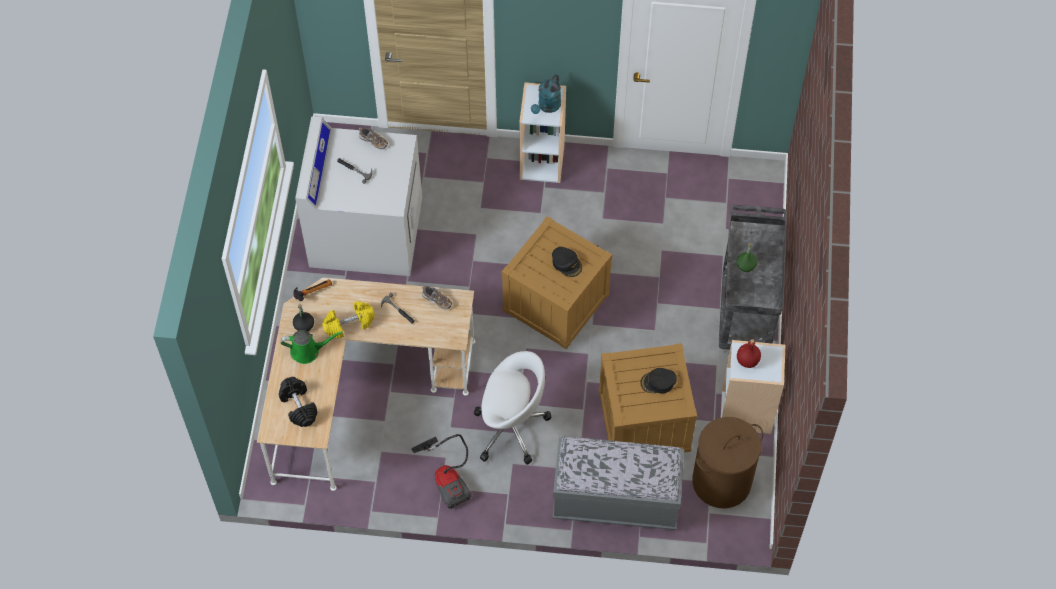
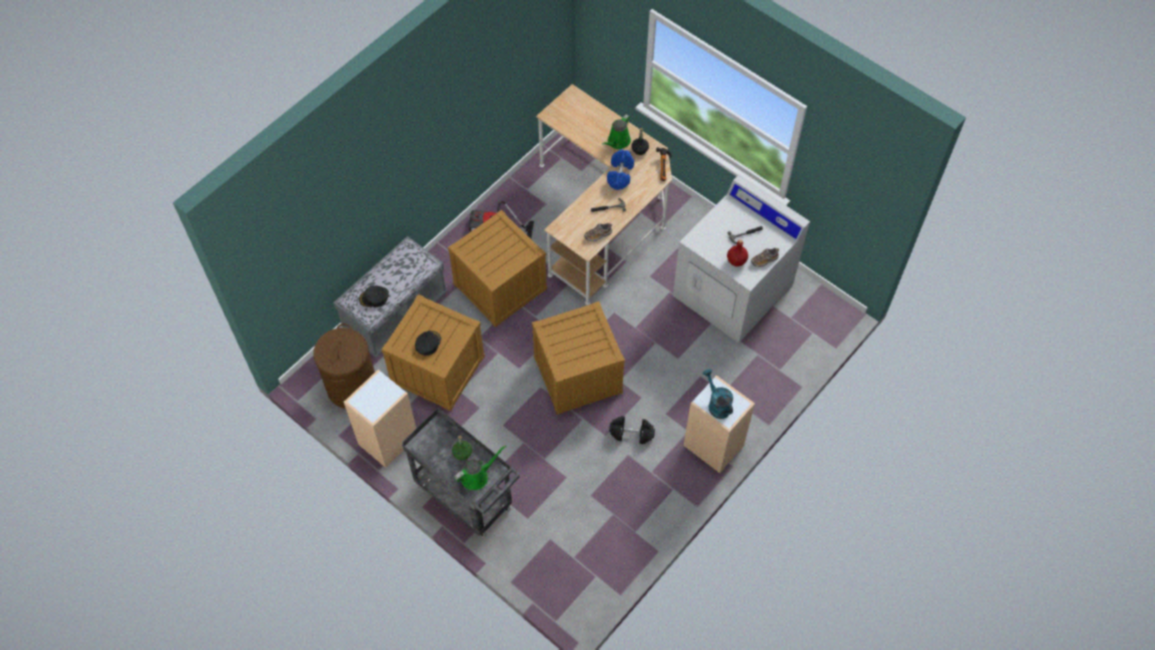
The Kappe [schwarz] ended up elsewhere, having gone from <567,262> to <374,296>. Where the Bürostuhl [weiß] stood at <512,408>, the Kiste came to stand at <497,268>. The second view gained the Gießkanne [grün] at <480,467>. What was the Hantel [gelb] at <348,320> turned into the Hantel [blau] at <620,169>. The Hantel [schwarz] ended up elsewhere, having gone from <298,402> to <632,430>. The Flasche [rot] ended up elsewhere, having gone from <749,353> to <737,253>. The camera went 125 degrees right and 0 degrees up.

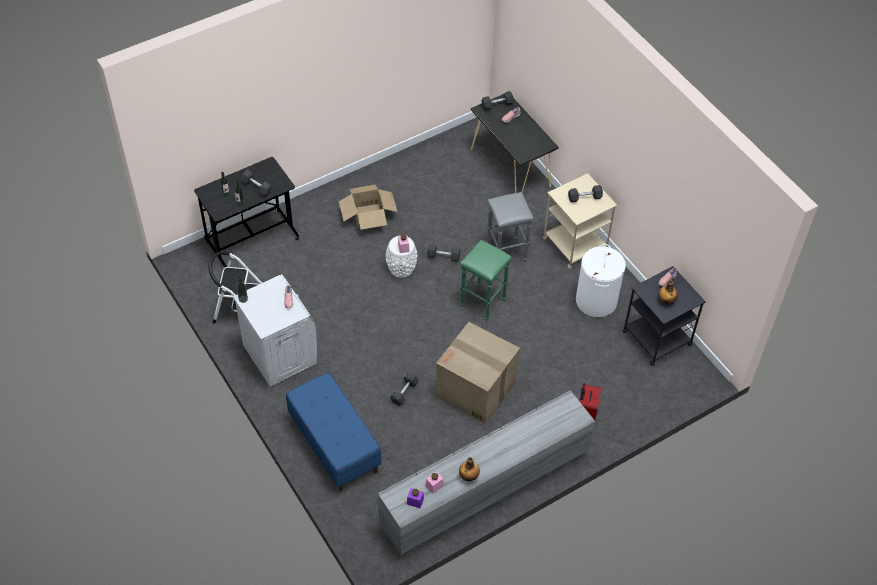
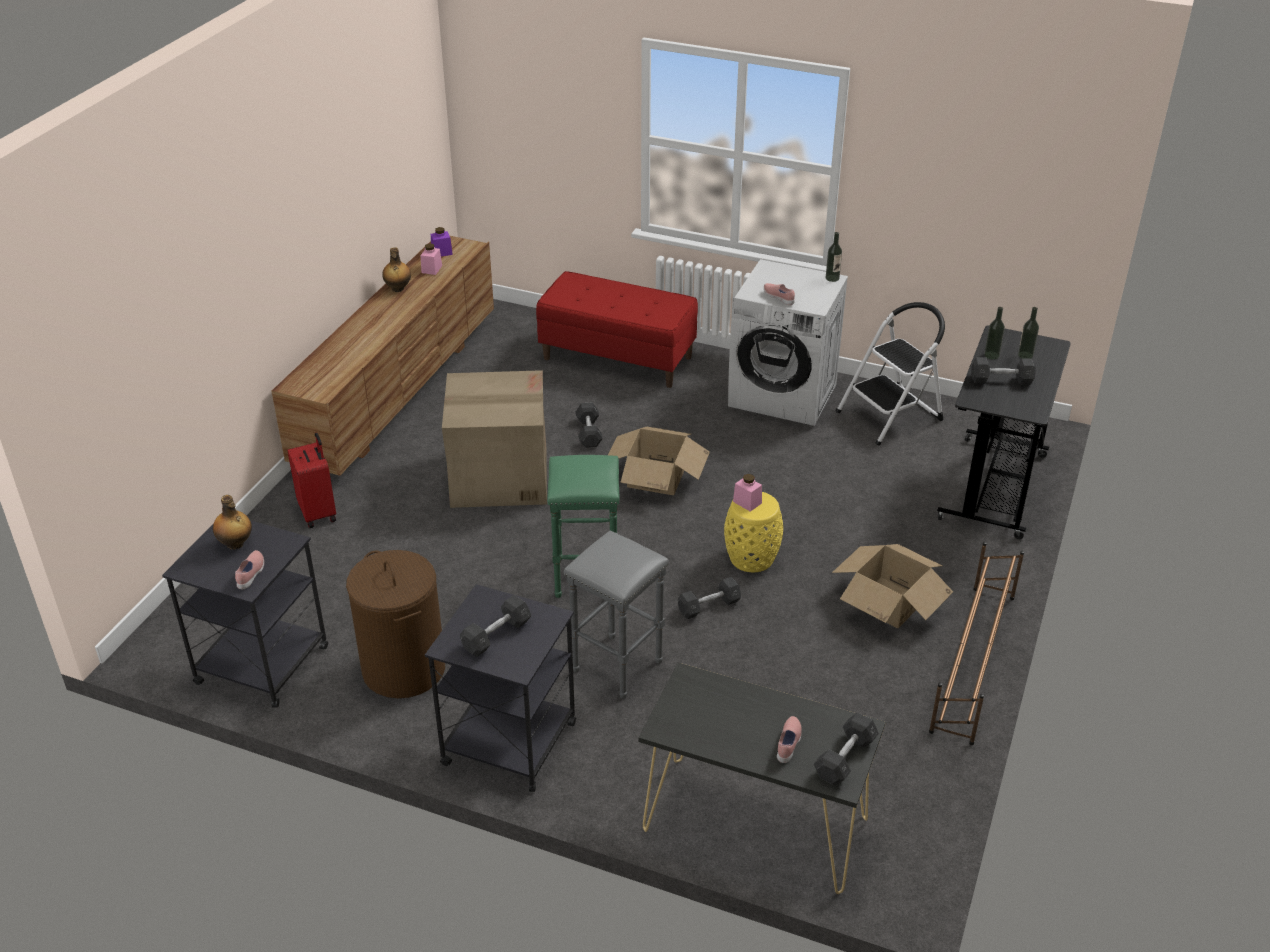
What was the Schrank [grau] at <486,472> turned into the Schrank [braun] at <382,356>. What was the Wäschekorb [weiß] at <601,280> turned into the Wäschekorb [braun] at <395,624>. What was the Rollwagen [beige] at <580,221> turned into the Rollwagen [schwarz] at <500,688>. What was the Bank [blau] at <333,432> turned into the Bank [rot] at <617,329>. The second view gained the Karton at <659,461>. What was the Hocker [weiß] at <401,257> turned into the Hocker [gelb] at <753,532>. The second view gained the Schuhregal [braun] at <976,643>. The camera went 145 degrees right and 15 degrees down.

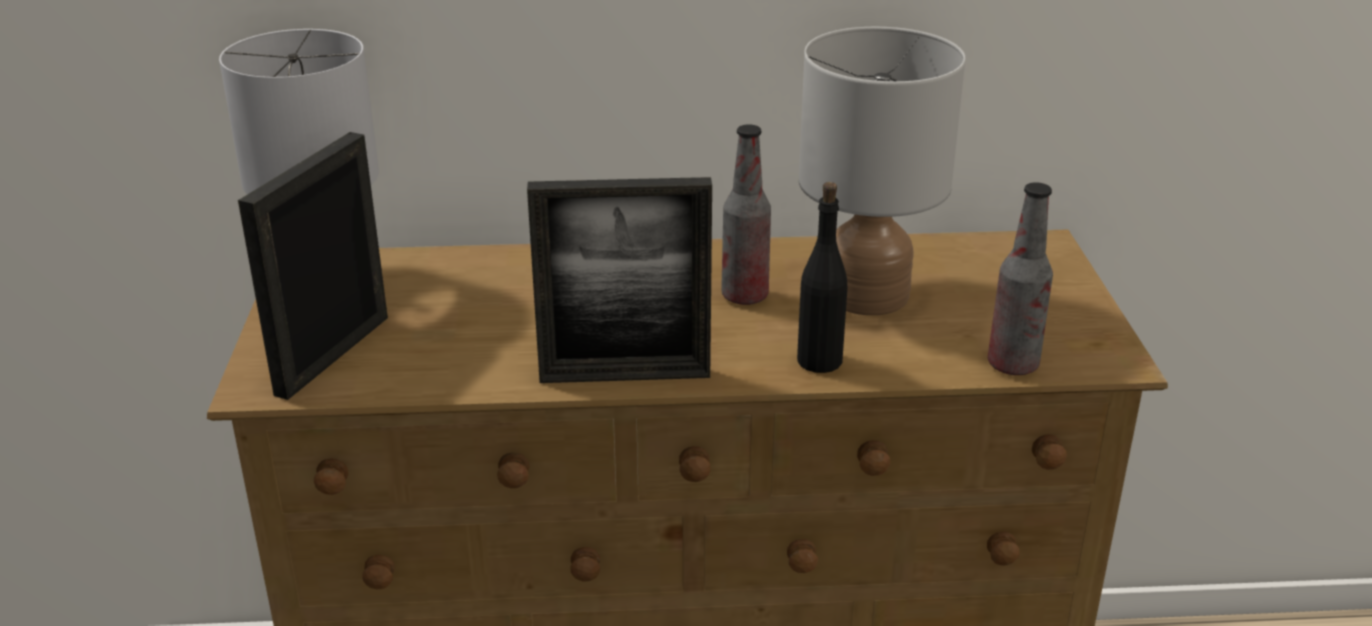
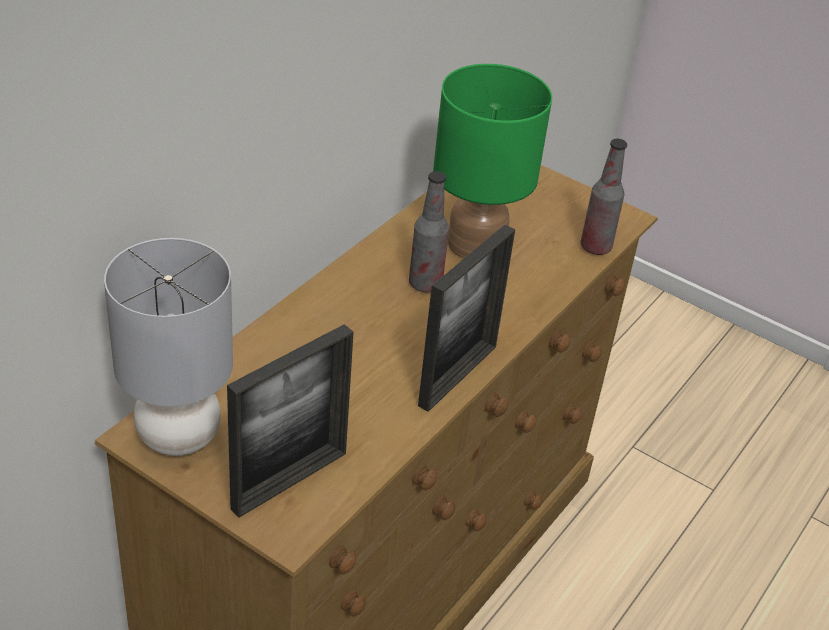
The Bilderrahmen at <313,266> ended up facing another way, 105 degrees counterclockwise from before. What was the Tischlampe [grau] at <882,171> turned into the Tischlampe [grün] at <492,161>. The second view lost the Flasche [schwarz] at <822,277>. The camera went 55 degrees left and 10 degrees up.

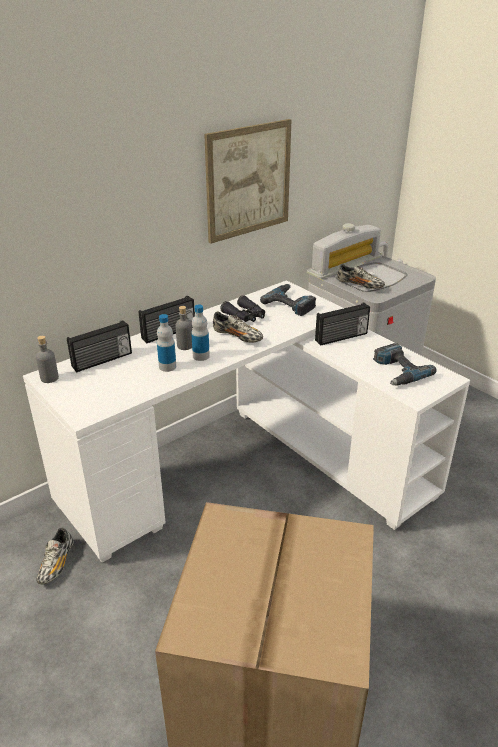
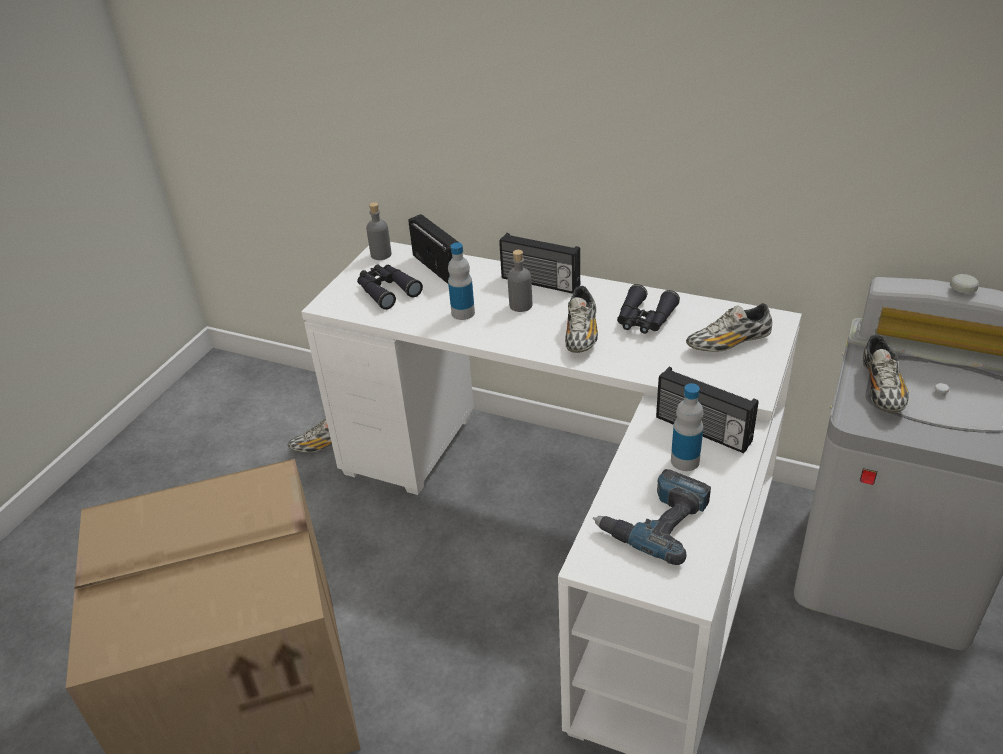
The second view gained the Fernglas [schwarz] at <390,287>. The Radio at <99,346> ended up facing another way, 150 degrees counterclockwise from before. The Flasche ended up elsewhere, having gone from <200,333> to <687,427>. Where the Bohrmaschine stood at <288,300>, the Schuh came to stand at <729,327>. The second view lost the Bild at <247,181>. The camera went 65 degrees right and 5 degrees up.

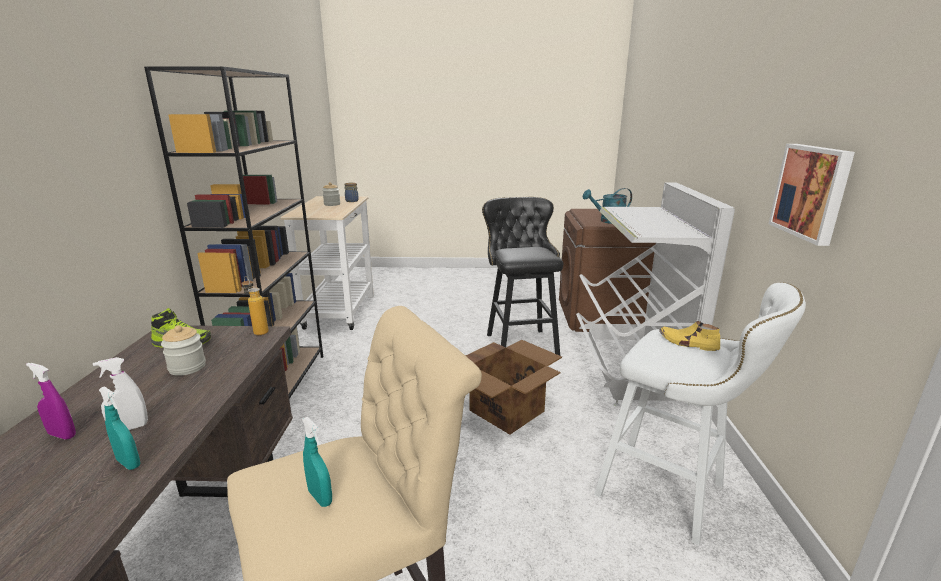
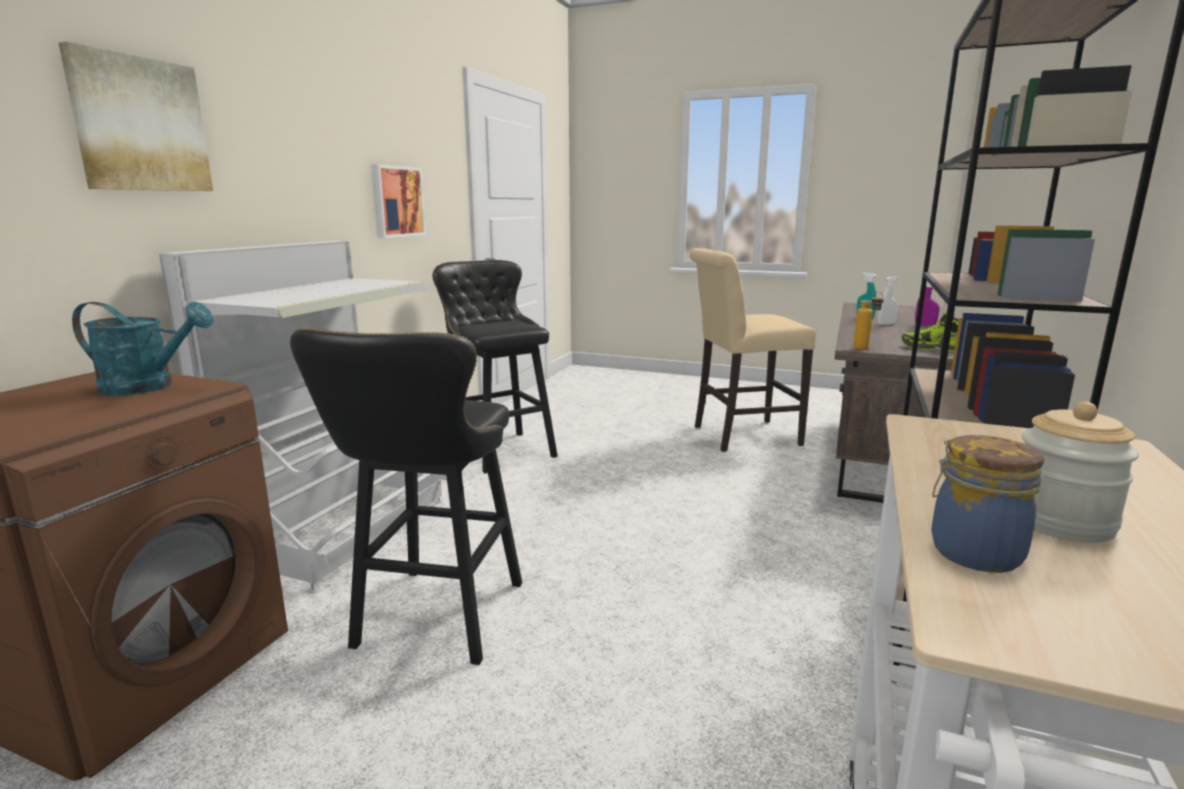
The second view gained the Bild at <136,116>. What was the Hocker [weiß] at <700,414> turned into the Hocker [schwarz] at <495,366>. The second view lost the Vorratsglas at <183,350>. The second view lost the Sprühflasche [türkis] at <317,462>. The second view lost the Karton at <514,387>. The second view lost the Schuh [gelb] at <689,336>. The camera went 160 degrees left and 5 degrees down.

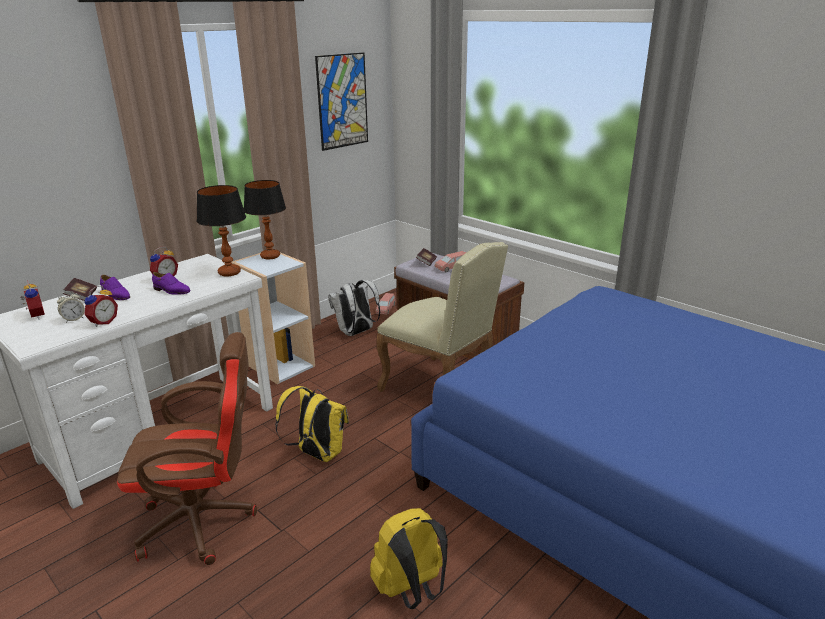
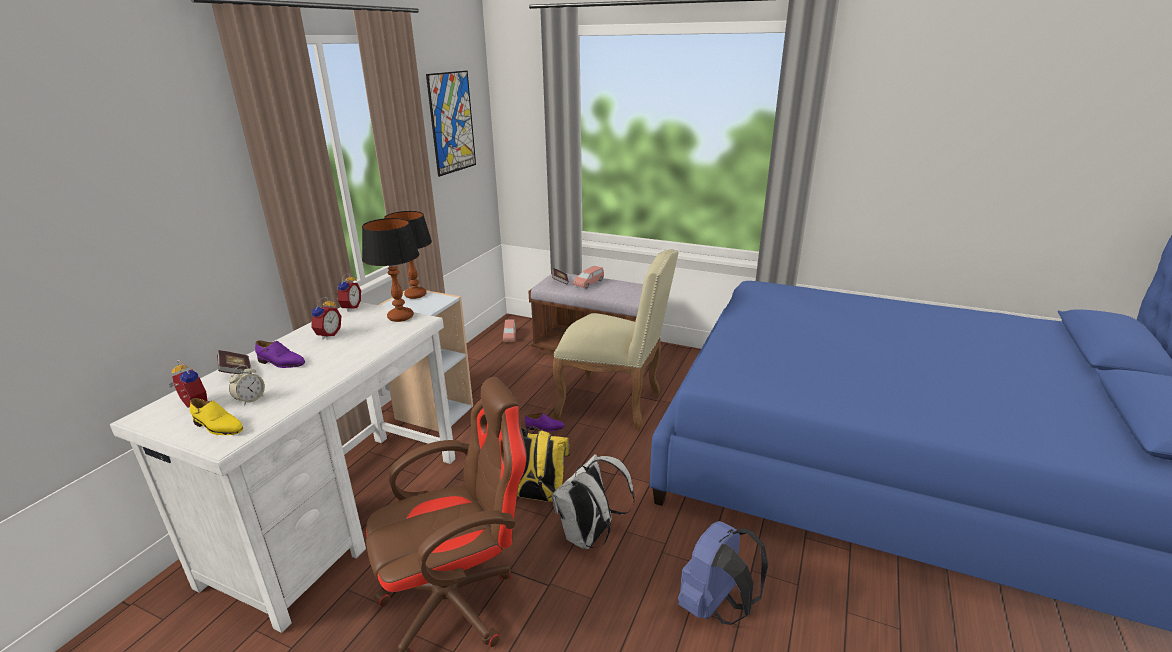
The second view gained the Schuh [gelb] at <216,416>. The Wecker ended up elsewhere, having gone from <101,306> to <349,292>. The Schuh [lila] ended up elsewhere, having gone from <171,283> to <545,422>. The Rucksack [weiß] ended up elsewhere, having gone from <354,308> to <593,501>. What was the Rucksack [gelb] at <409,558> turned into the Rucksack [blau] at <723,573>. The camera went 20 degrees left and 0 degrees up.

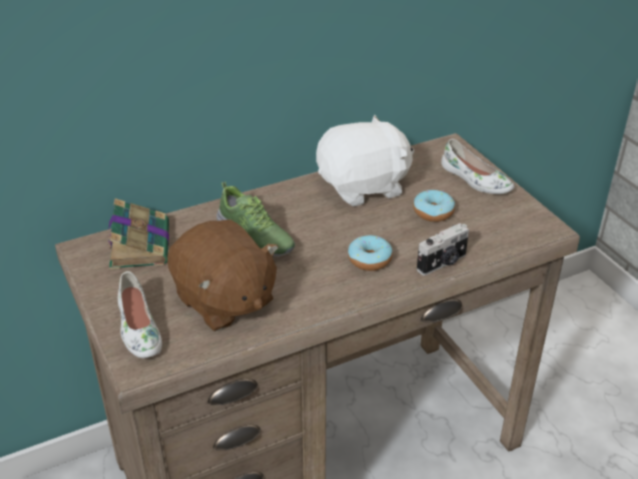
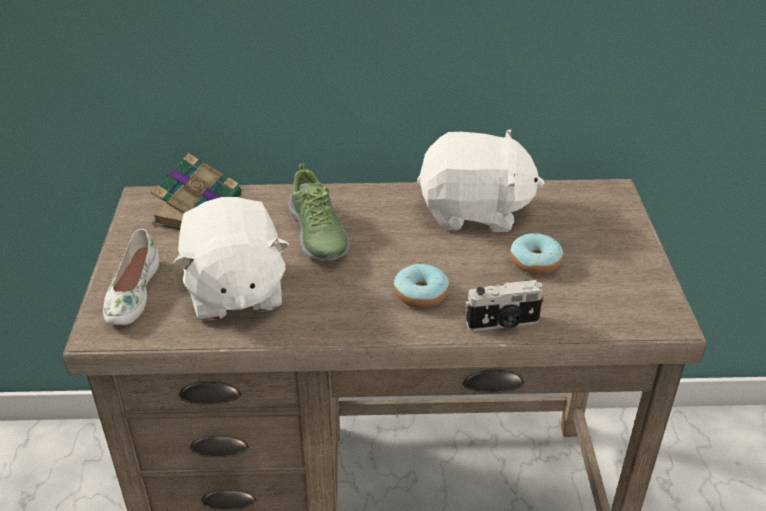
What was the Plüschtier [braun] at <223,275> turned into the Plüschtier [weiß] at <231,259>. The second view lost the Schuh [weiß] at <477,166>. The camera went 25 degrees right and 0 degrees up.

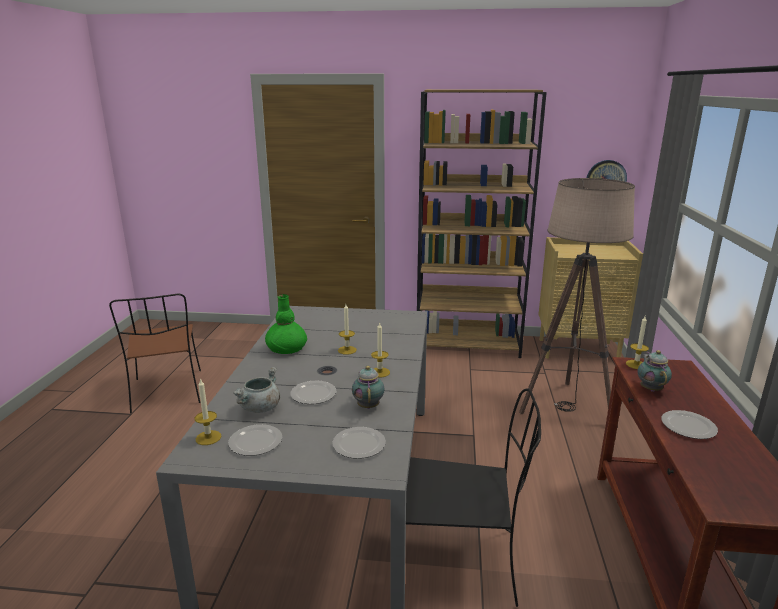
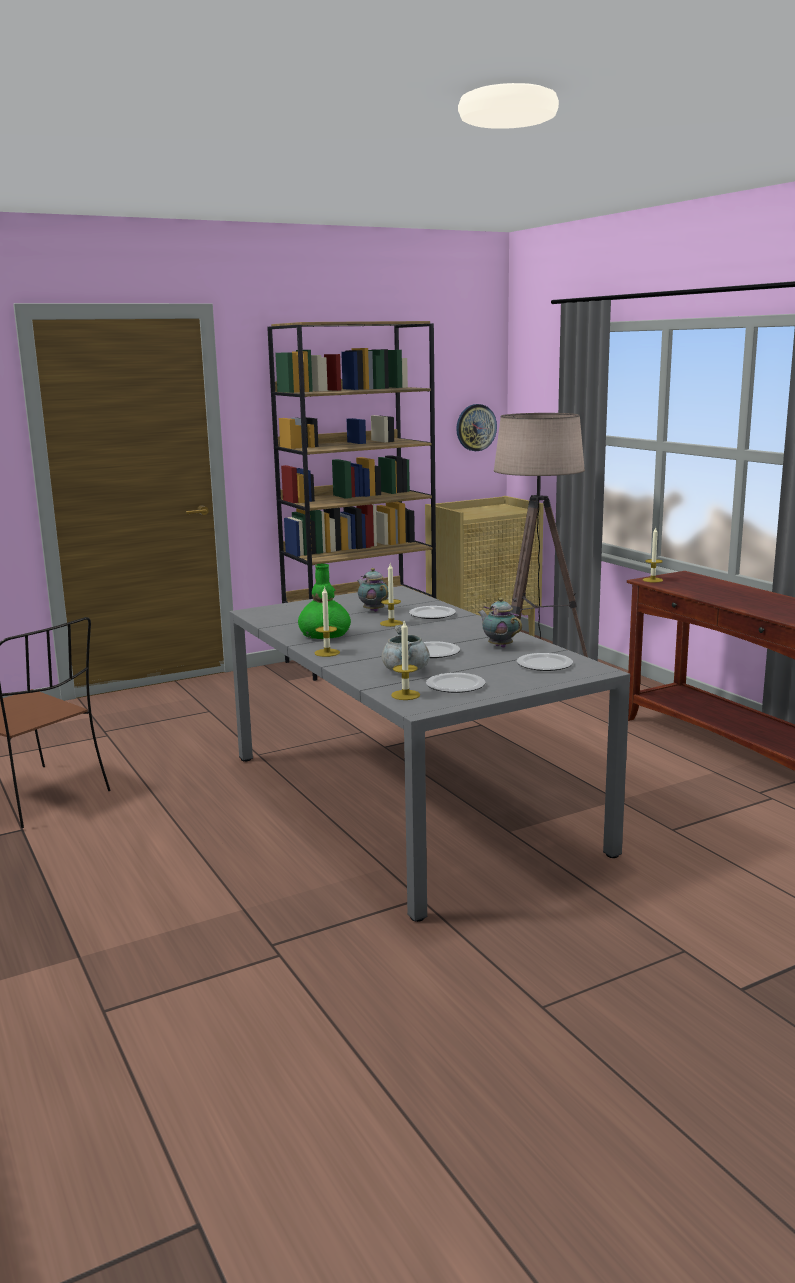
The Kerze ended up elsewhere, having gone from <380,350> to <327,621>. The Teekanne ended up elsewhere, having gone from <654,371> to <372,590>. The Teller ended up elsewhere, having gone from <689,424> to <432,612>. The second view lost the Stuhl [schwarz] at <473,498>. The camera went 35 degrees left and 5 degrees down.

